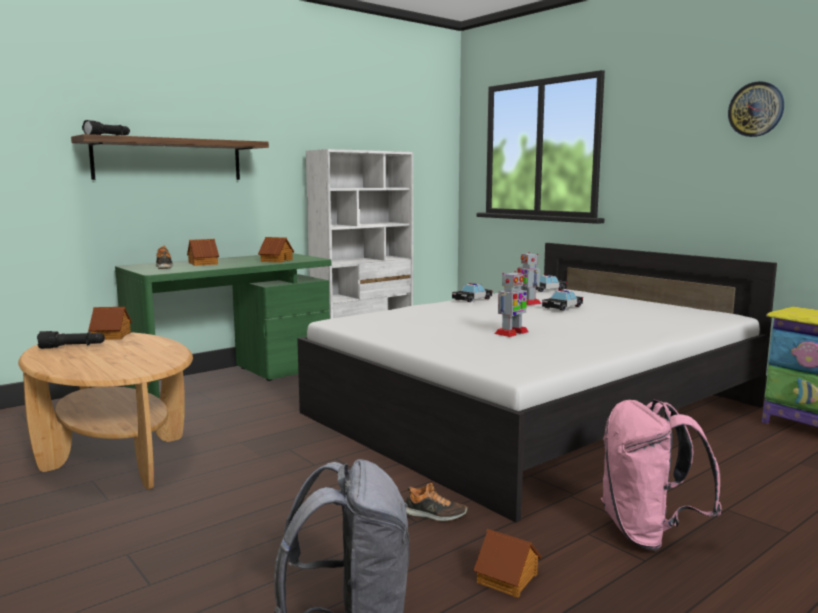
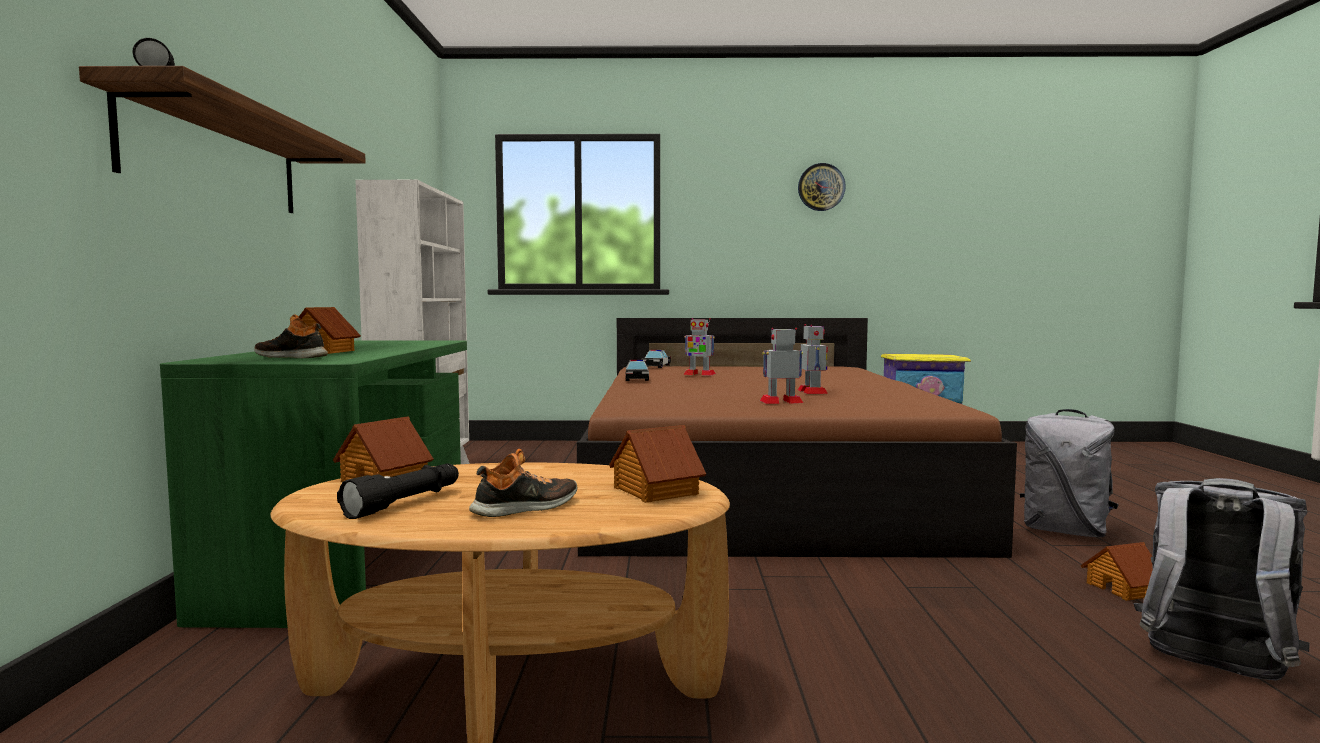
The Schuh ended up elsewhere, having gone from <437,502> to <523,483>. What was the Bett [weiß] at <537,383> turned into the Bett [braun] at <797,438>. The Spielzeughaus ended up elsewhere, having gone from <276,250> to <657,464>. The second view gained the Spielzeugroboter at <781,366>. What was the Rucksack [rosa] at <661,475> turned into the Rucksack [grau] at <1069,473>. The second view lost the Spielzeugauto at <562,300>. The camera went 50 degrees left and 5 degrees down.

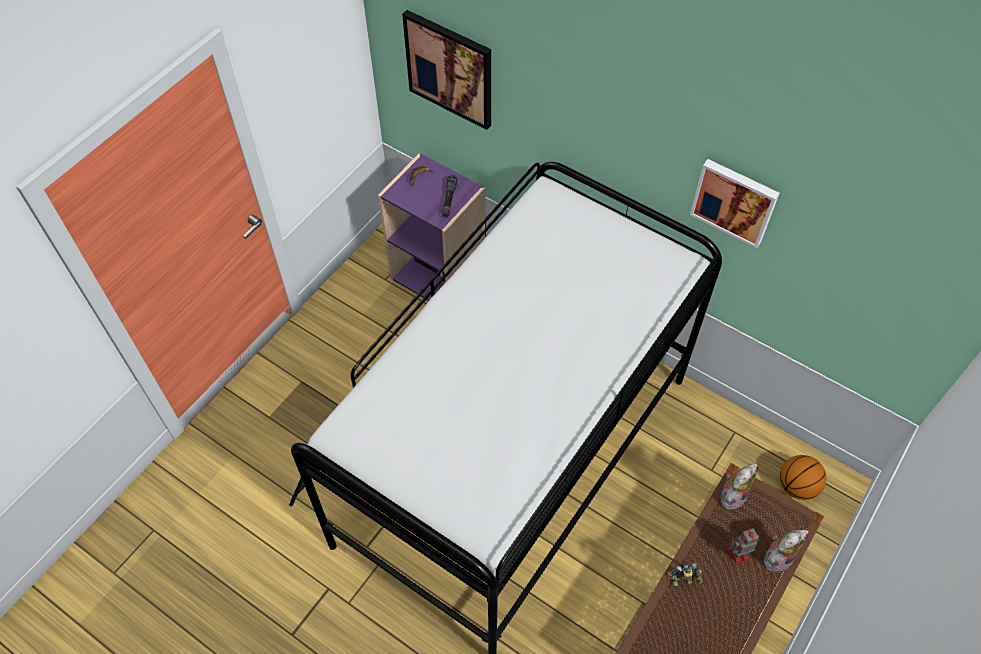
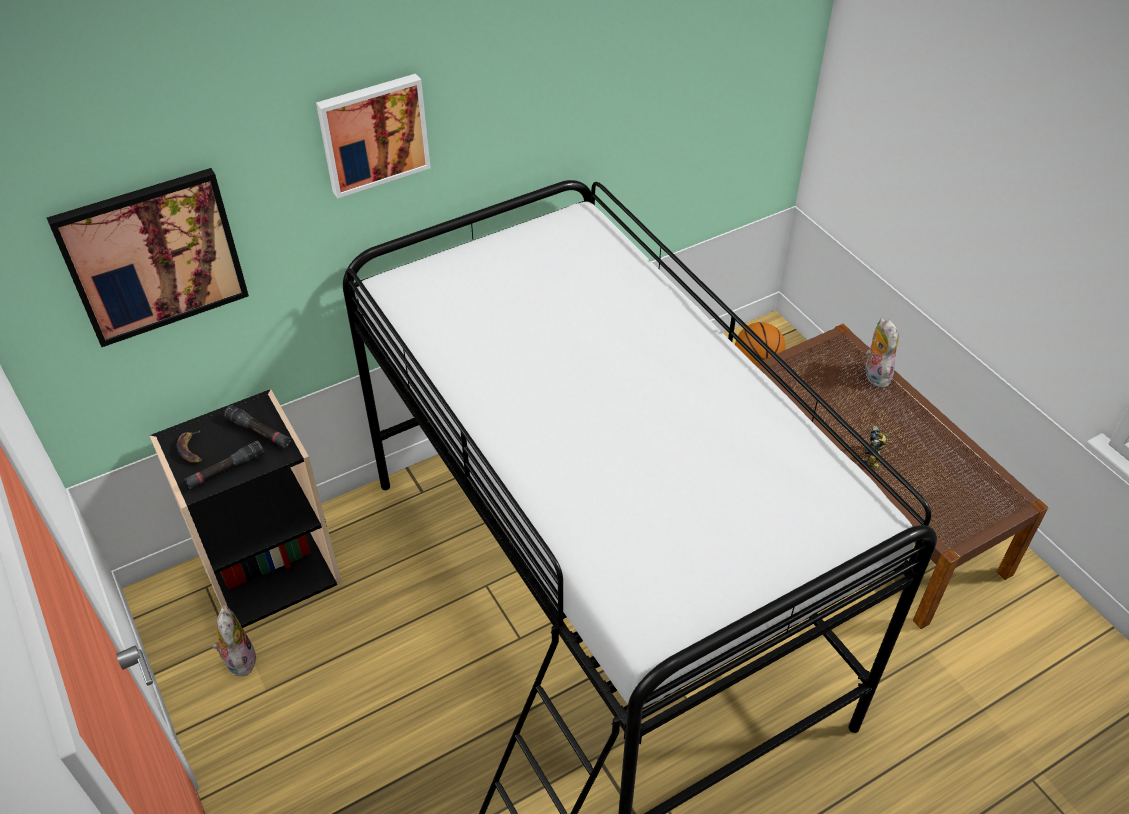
What was the Bücherregal [lila] at <431,227> turned into the Bücherregal [schwarz] at <245,508>. The second view gained the Taschenlampe [schwarz] at <224,464>. The Plüschtier ended up elsewhere, having gone from <739,486> to <235,640>. The Bild ended up elsewhere, having gone from <735,203> to <373,136>. The second view lost the Spielzeugroboter at <744,546>. The camera went 65 degrees left and 10 degrees down.

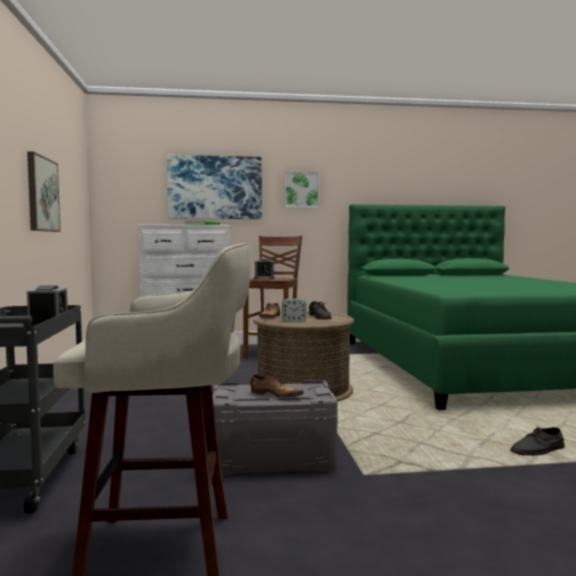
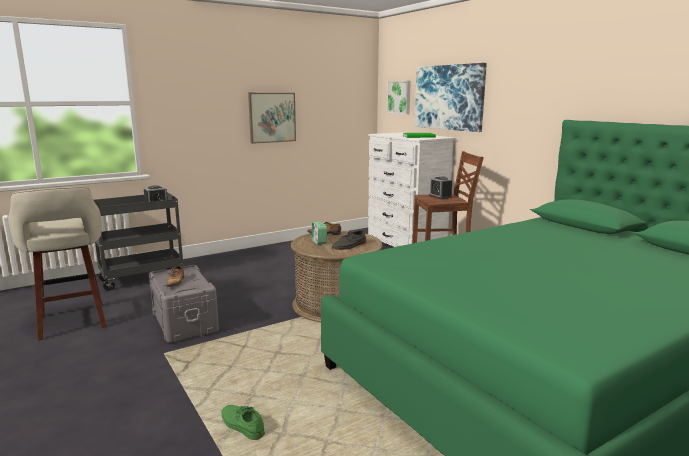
What was the Schuh [grau] at <537,441> turned into the Schuh [grün] at <243,422>. The Bild ended up elsewhere, having gone from <301,190> to <399,97>. The camera went 65 degrees right and 10 degrees up.

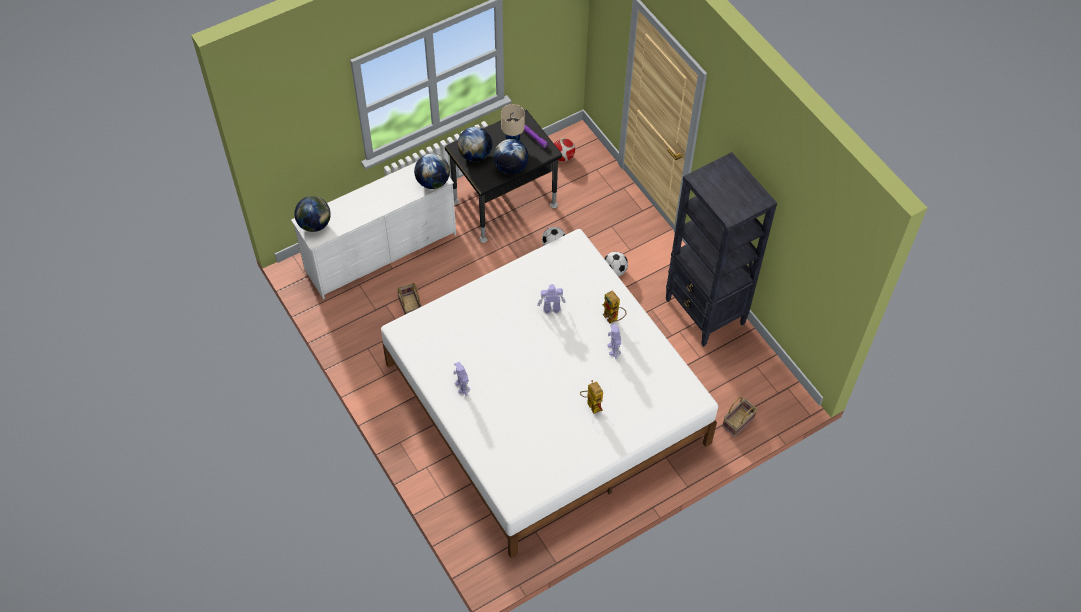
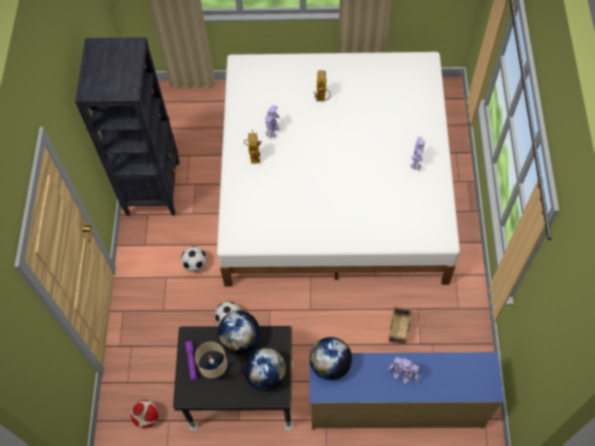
What was the Kommode [weiß] at <373,230> turned into the Kommode [blau] at <407,390>. The Spielzeugroboter ended up elsewhere, having gone from <551,299> to <403,370>. The second view lost the Globus at <312,214>. The second view lost the Korb at <740,417>. The camera went 145 degrees left and 5 degrees up.

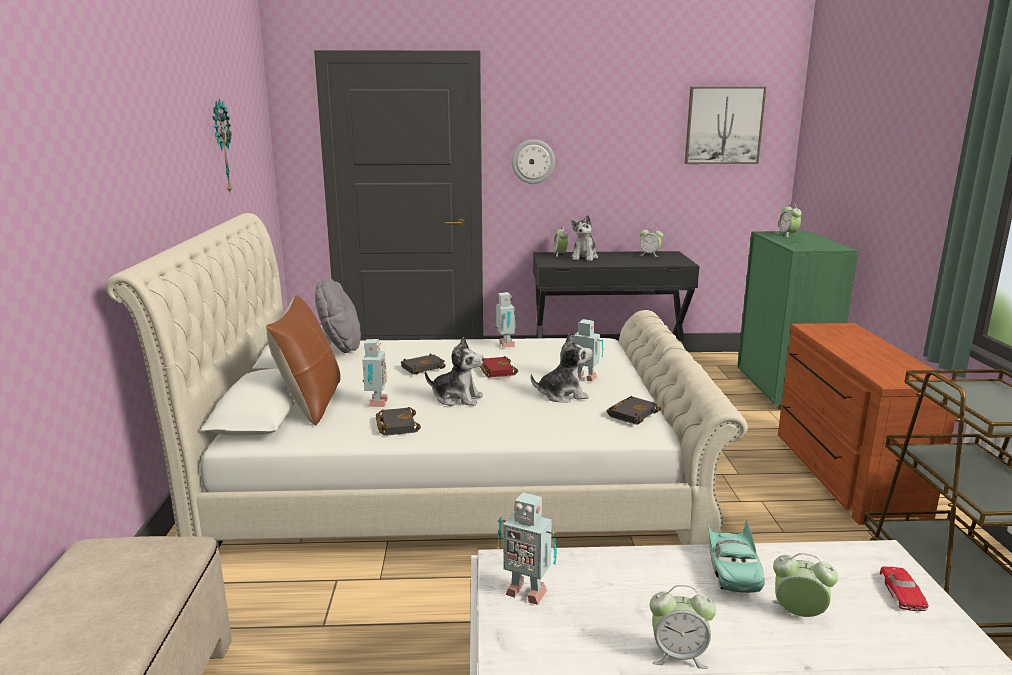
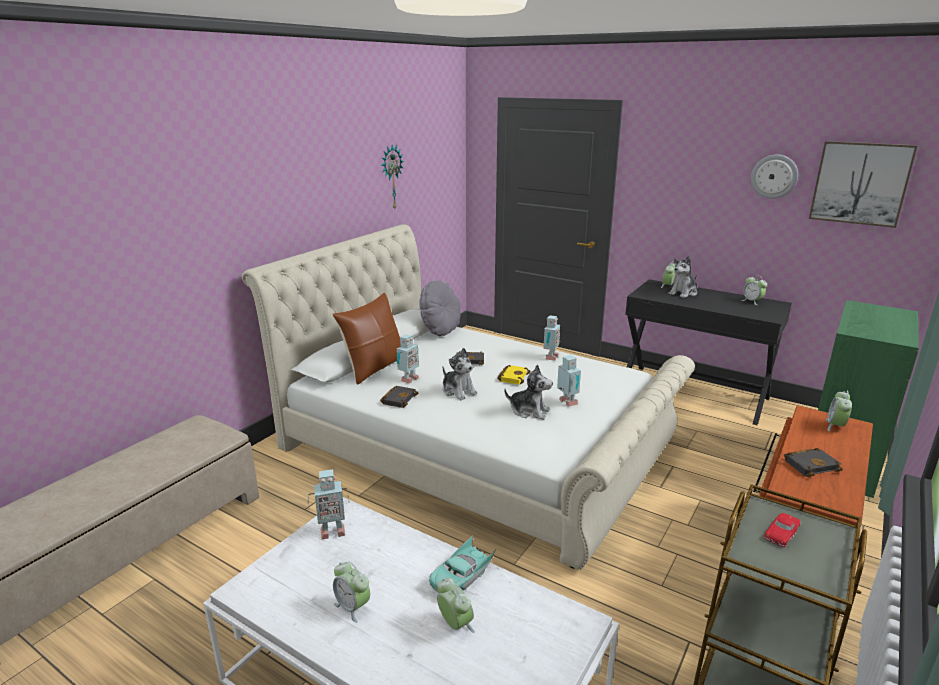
The Spielzeugroboter at <527,548> ended up facing another way, 75 degrees counterclockwise from before. What was the Buch [rot] at <499,367> turned into the Buch [gelb] at <514,375>. The Wanduhr ended up elsewhere, having gone from <533,161> to <774,176>. The Spielzeugauto [rot] ended up elsewhere, having gone from <904,588> to <782,530>. The Buch [schwarz] ended up elsewhere, having gone from <634,410> to <813,462>. The Wecker ended up elsewhere, having gone from <789,220> to <839,410>. The camera went 35 degrees right and 5 degrees up.

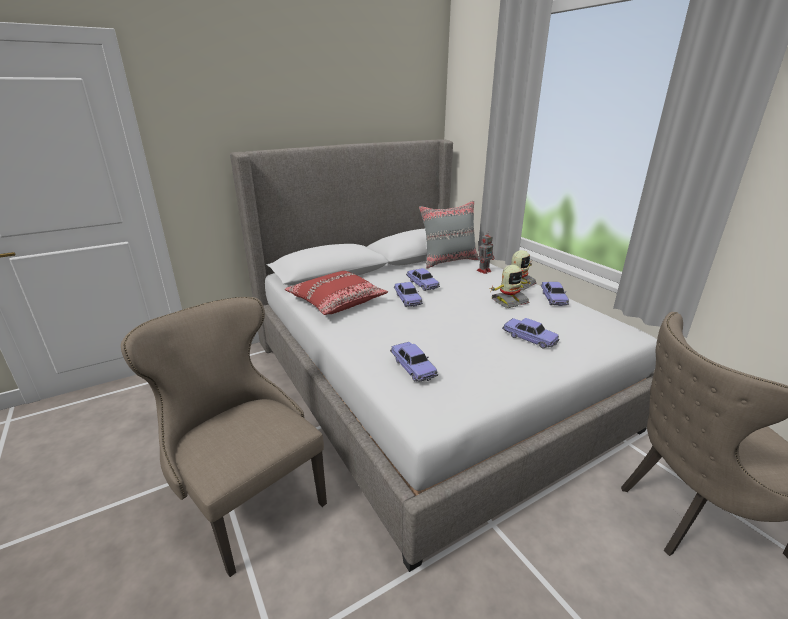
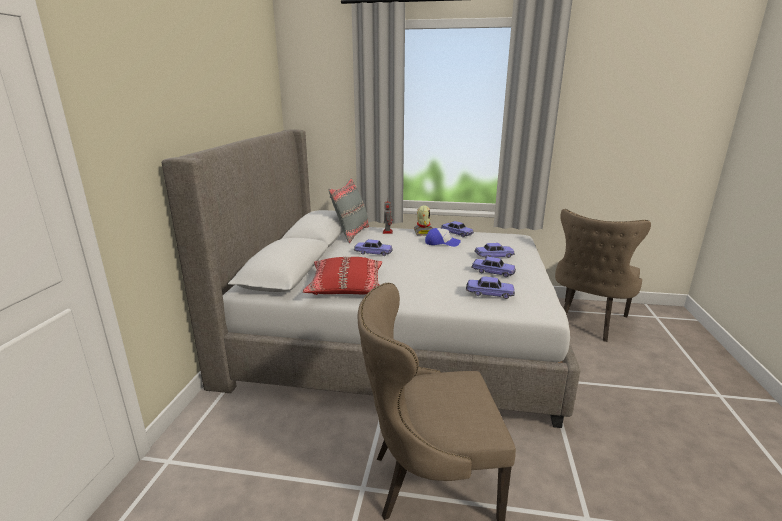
Where the Spielzeugroboter stood at <510,286>, the Kappe came to stand at <443,237>. The Spielzeugauto ended up elsewhere, having gone from <408,294> to <493,267>. The camera went 50 degrees left and 5 degrees down.

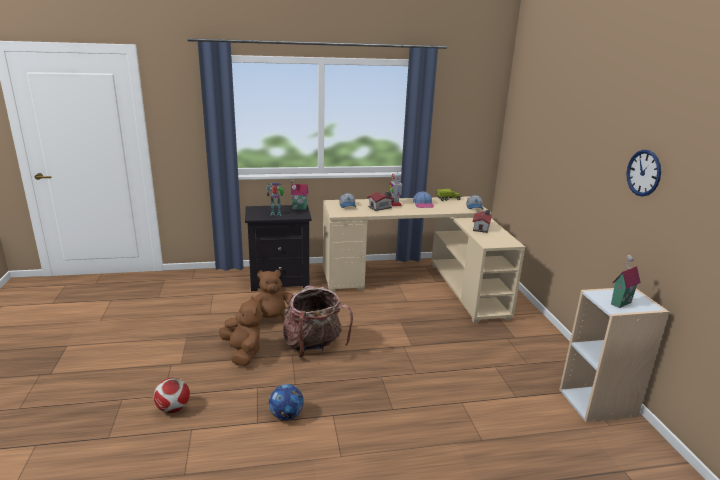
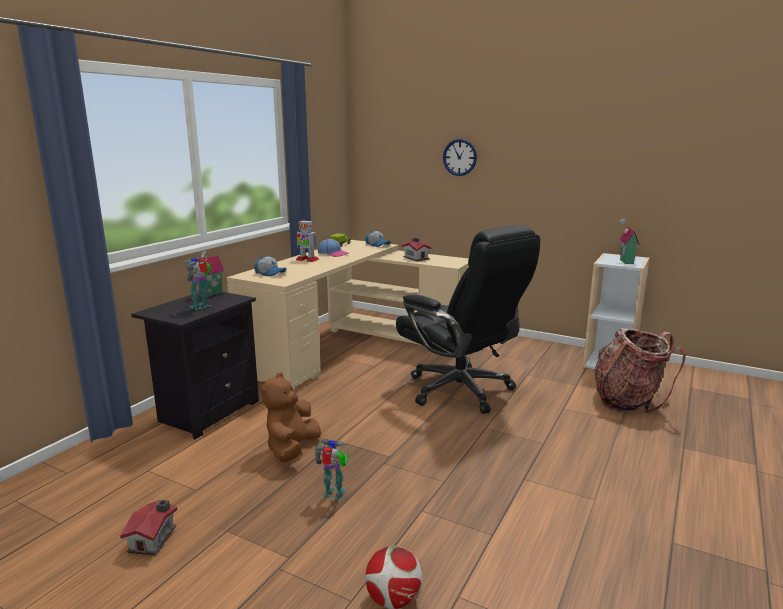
The Spielzeughaus ended up elsewhere, having gone from <380,201> to <149,527>. Where the Plüschtier [braun] stood at <240,331>, the Spielzeugroboter came to stand at <331,469>. The second view gained the Bürostuhl [schwarz] at <468,319>. The Wanduhr ended up elsewhere, having gone from <643,173> to <460,157>. The Rucksack ended up elsewhere, having gone from <318,321> to <640,370>. The second view lost the Fußball at <286,402>. The camera went 50 degrees left and 5 degrees down.

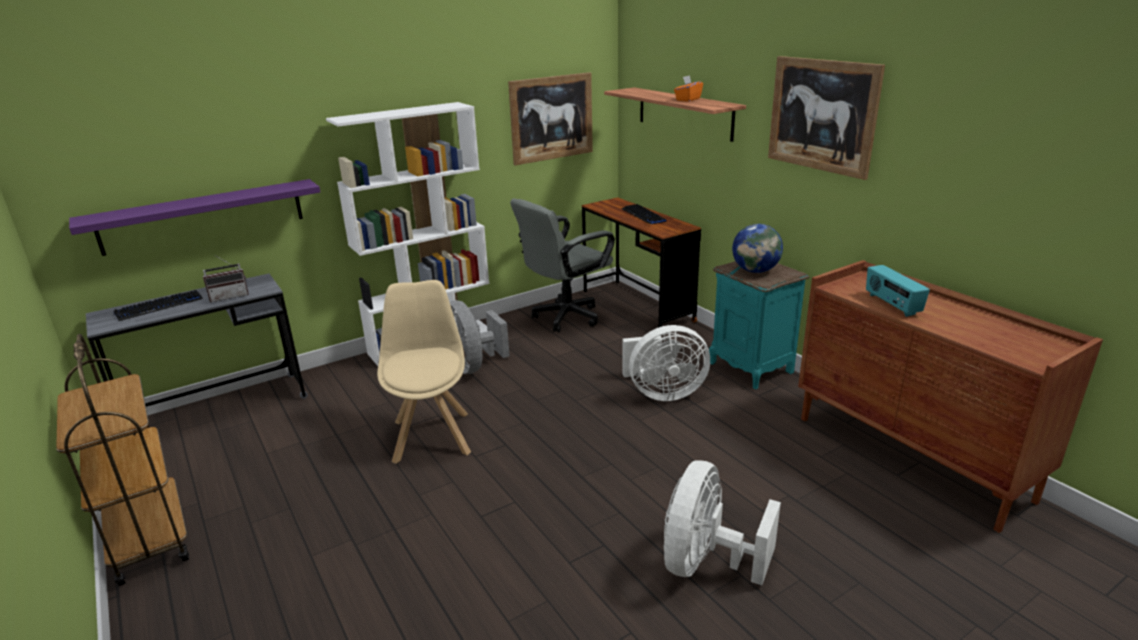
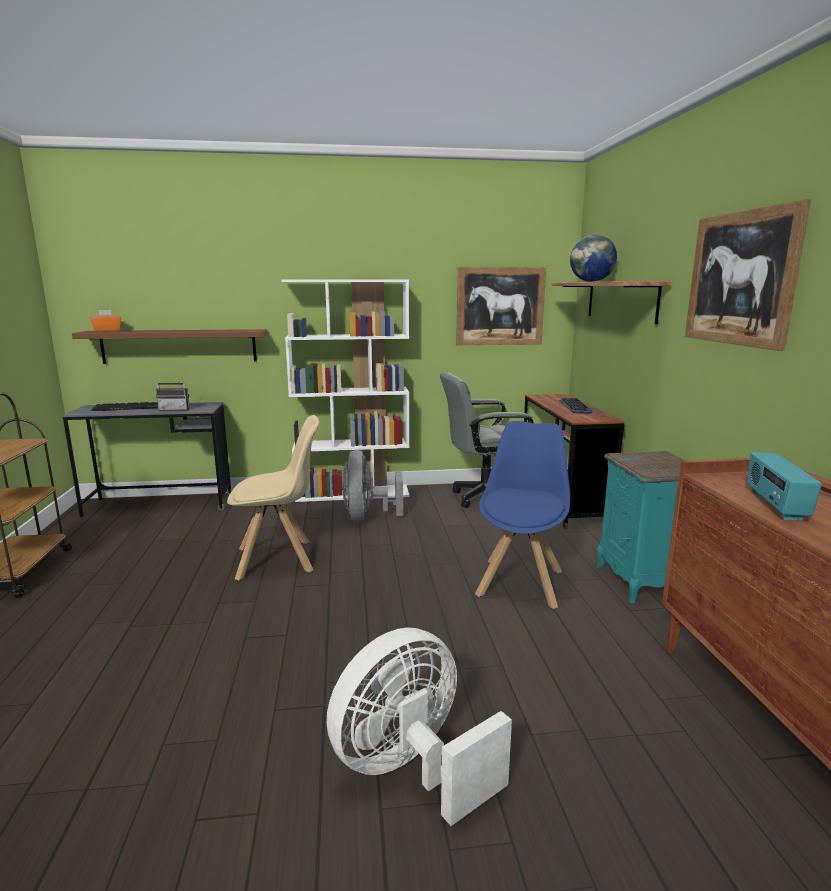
What was the Wandregal [lila] at <194,217> turned into the Wandregal [braun] at <169,346>. The Taschentuchbox [orange] ended up elsewhere, having gone from <688,88> to <105,321>. The Stuhl [beige] at <424,372> ended up facing another way, 60 degrees clockwise from before. Where the Ventilator [weiß] stood at <666,363>, the Stuhl [blau] came to stand at <522,515>. The Globus ended up elsewhere, having gone from <757,248> to <593,258>. The camera went 25 degrees right and 10 degrees down.

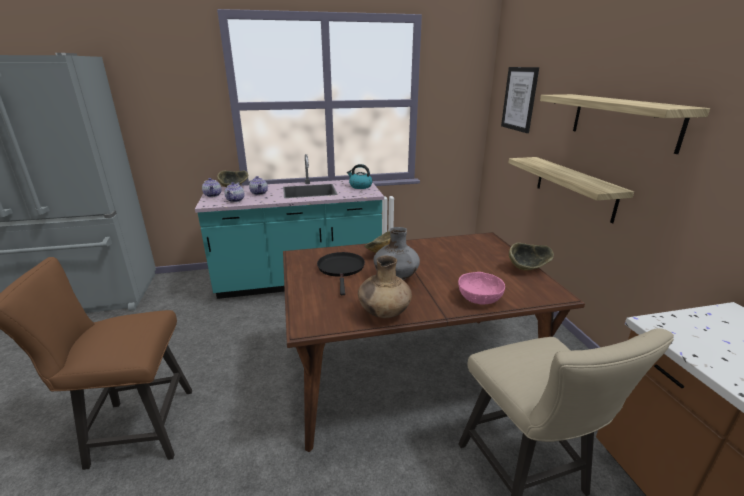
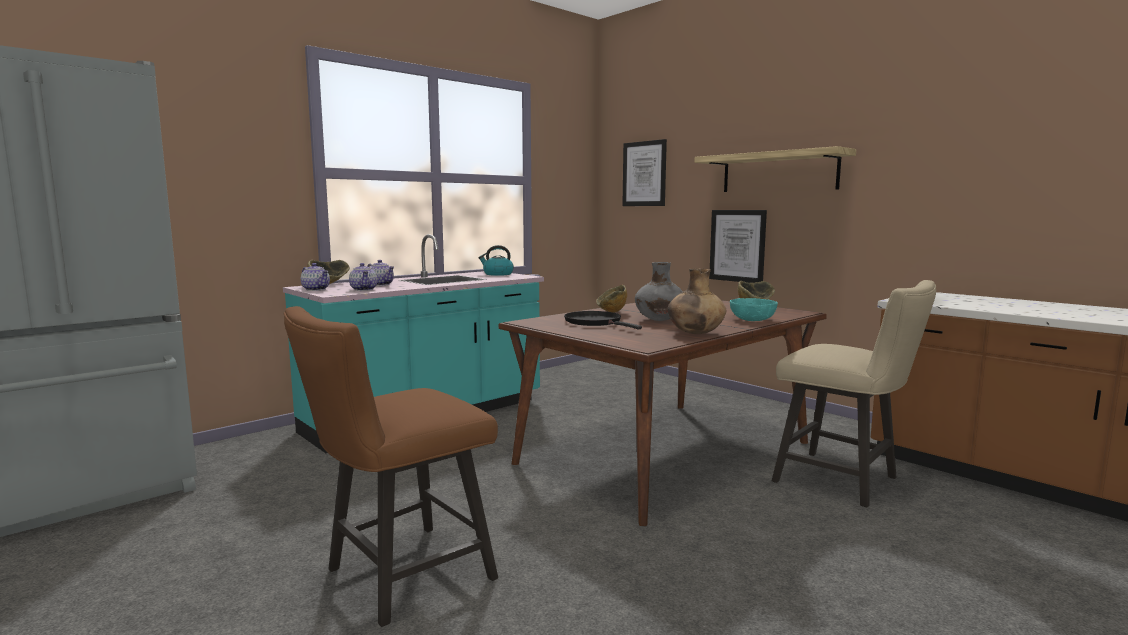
Where the Wandregal hung at <571,190>, the Bild came to hang at <738,246>. What was the Schüssel [rosa] at <481,288> turned into the Schüssel [türkis] at <754,309>. The camera went 30 degrees left and 15 degrees down.

